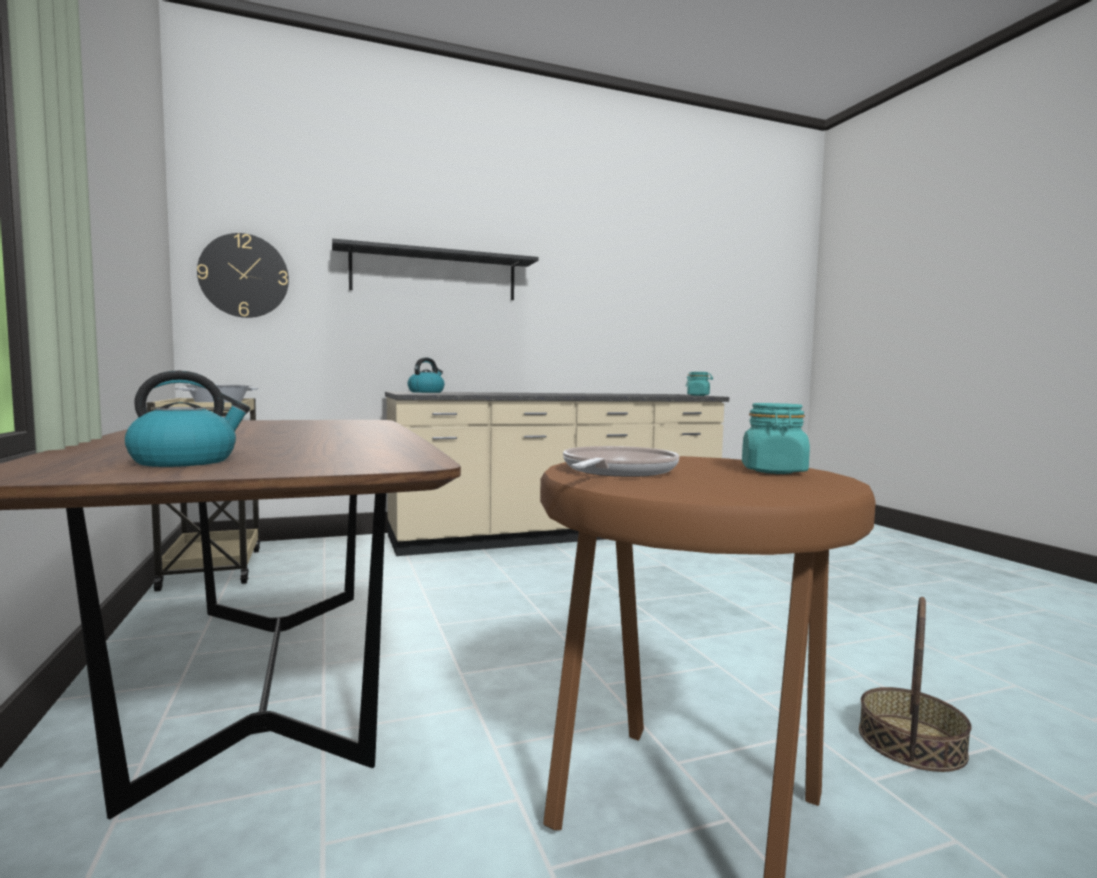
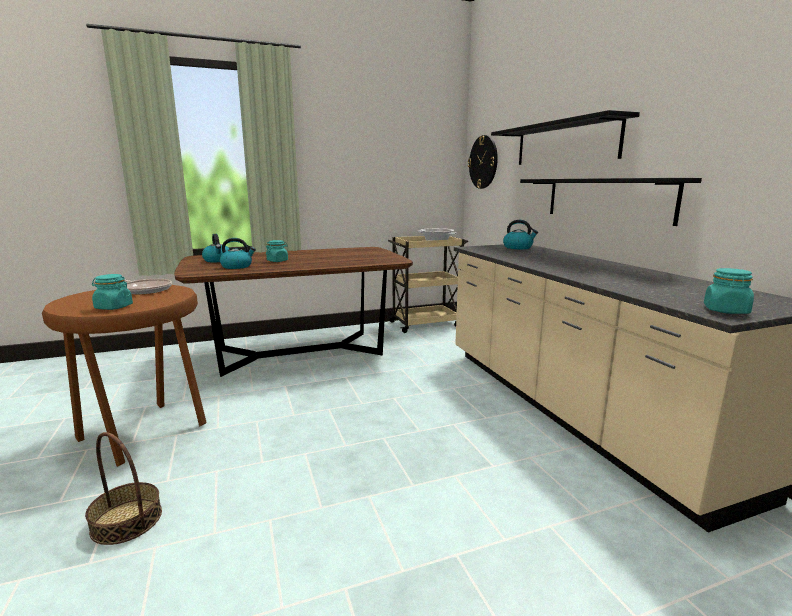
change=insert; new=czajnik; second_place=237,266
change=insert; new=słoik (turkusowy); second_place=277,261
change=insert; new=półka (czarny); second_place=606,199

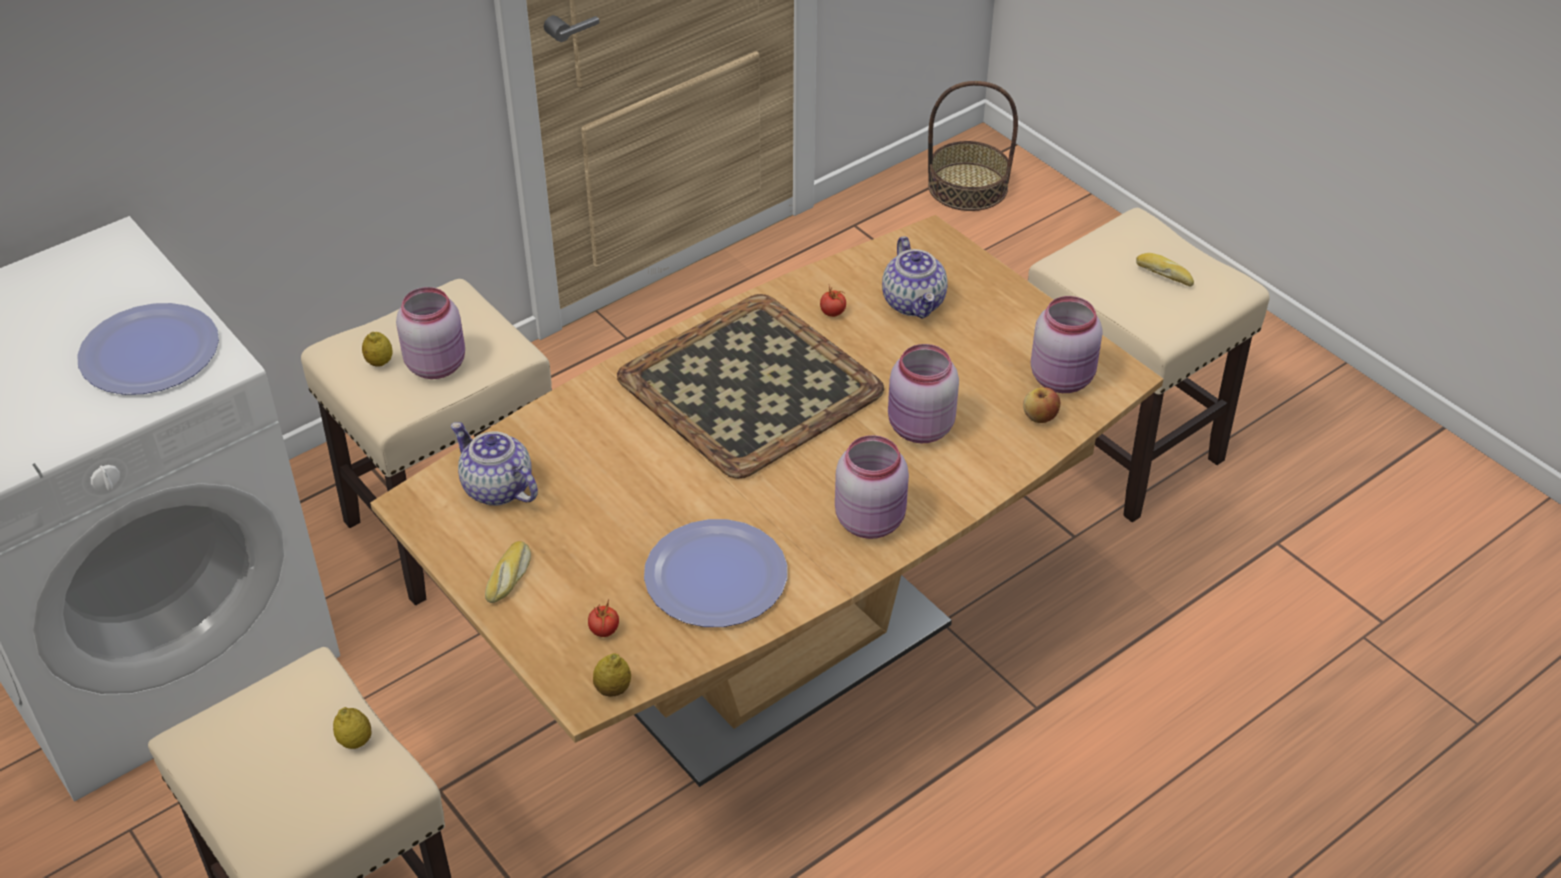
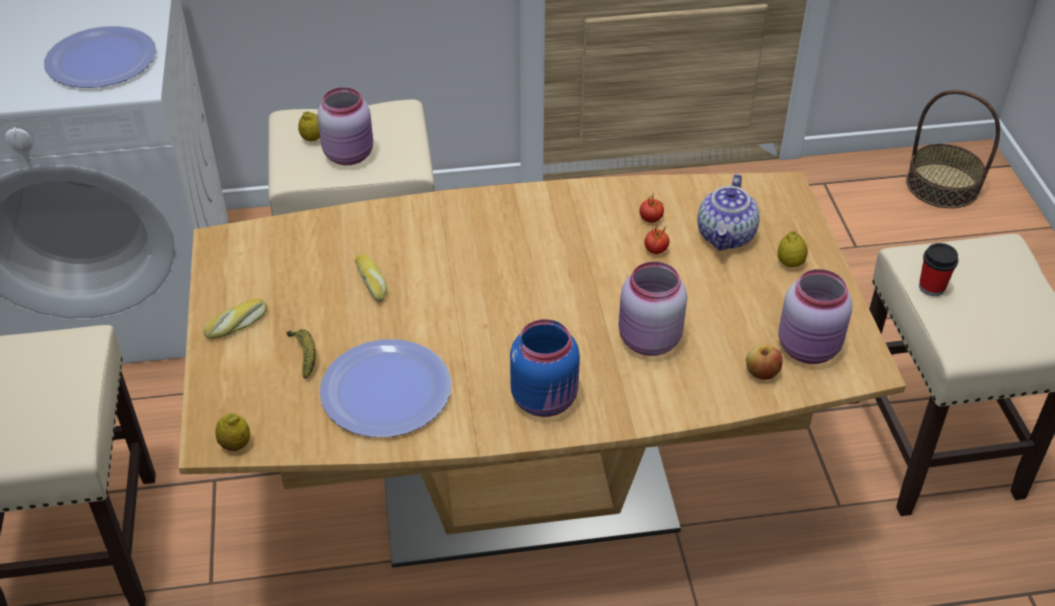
change=delete; old=imbryk; first_place=496,488
change=delete; old=taca; first_place=749,387
change=insert; new=banan; second_place=304,355
change=insert; new=filiżanka; second_place=931,287
change=move; old=cytryna; first_place=355,741; second_place=790,263
change=move; old=pomidor; first_place=604,631; second_place=656,250
change=move; old=chleb; first_place=1164,274; second_place=373,282
change=recolor; old=słoik (różowy); new=słoik (niebieski); first_place=872,520; second_place=546,399

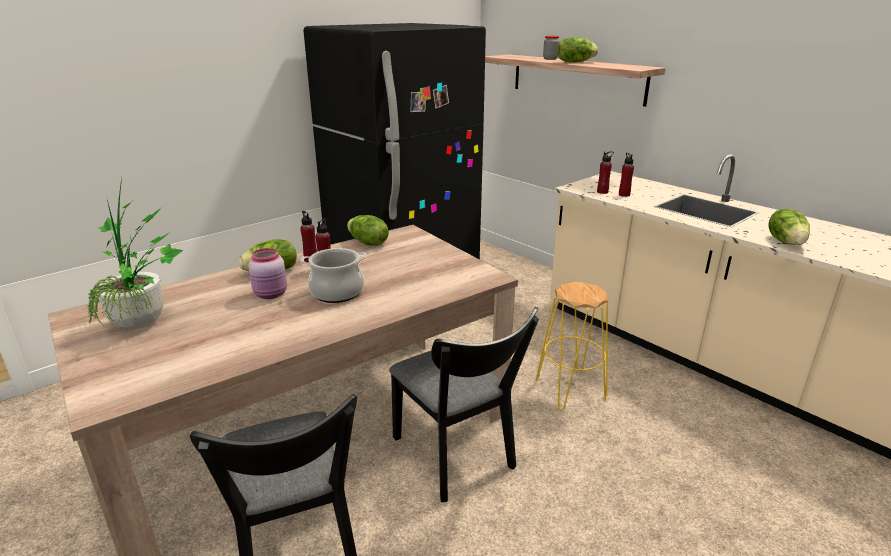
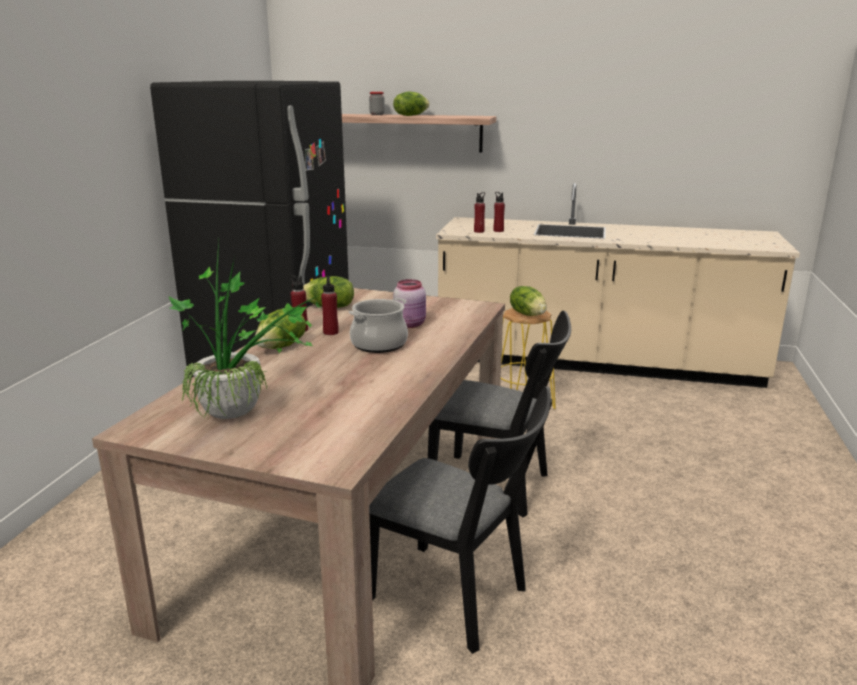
change=move; old=słoik (różowy); first_place=271,294; second_place=410,324
change=move; old=sałata; first_place=786,242; second_place=528,314

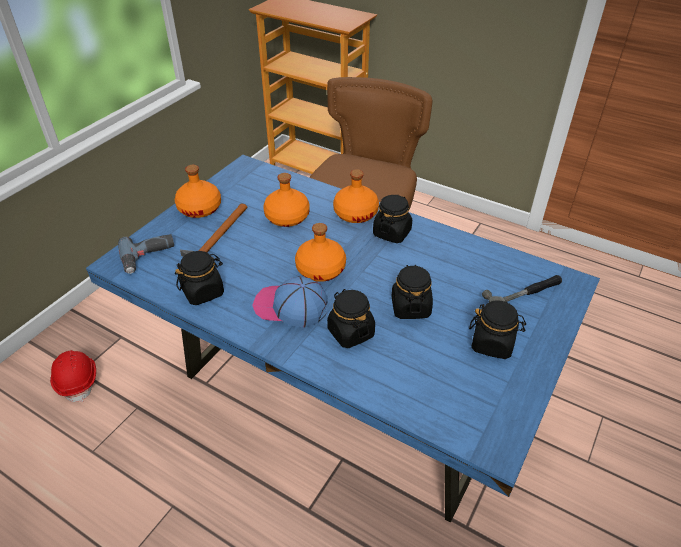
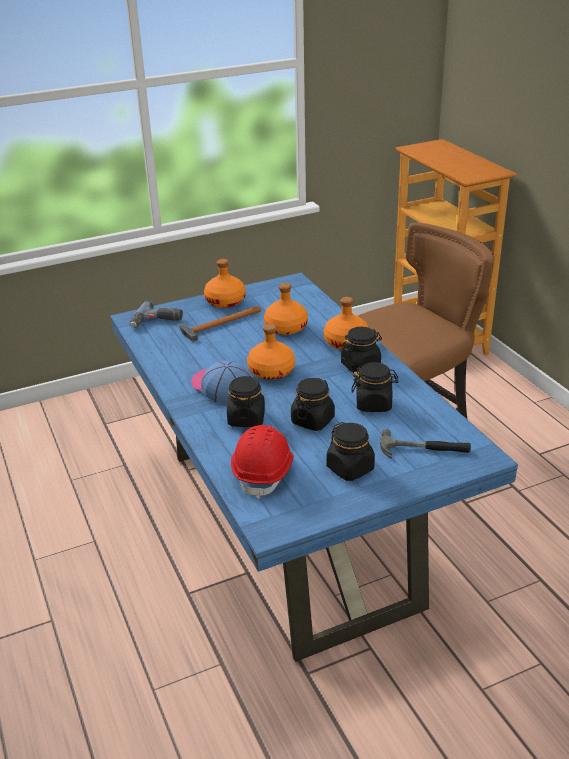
change=move; old=kask (czerwony); first_place=78,380; second_place=264,472
change=move; old=słoik (czarny); first_place=203,292; second_place=374,404

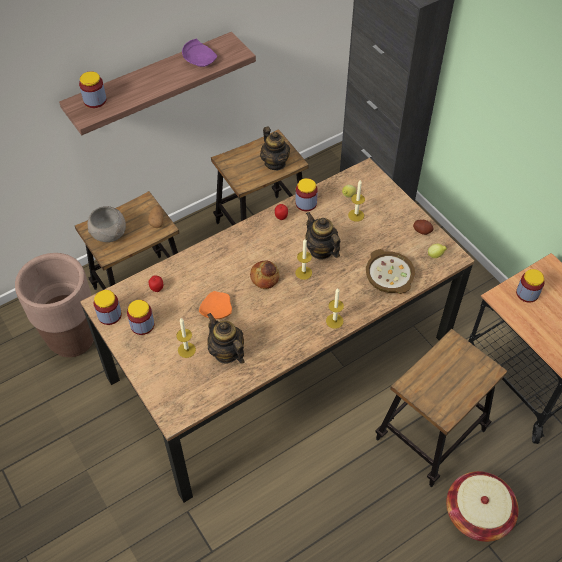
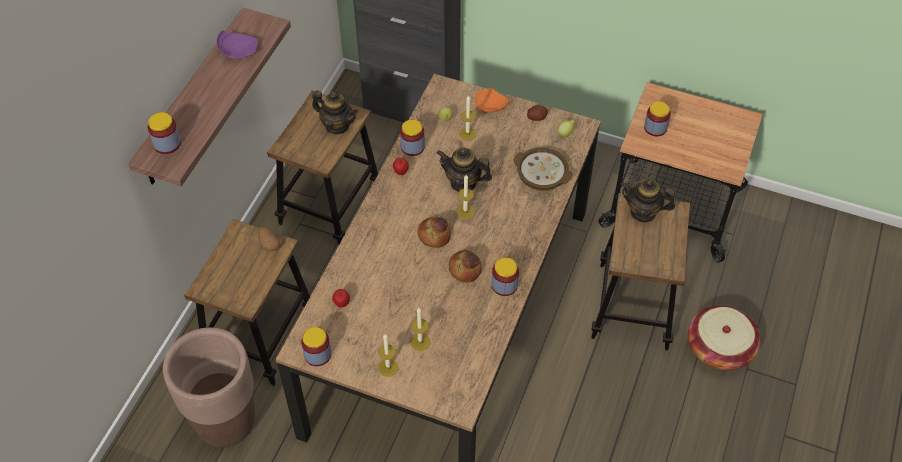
change=delete; old=miska (szary); first_place=108,234
change=insert; new=chleb; second_place=465,269
change=move; old=słoik; first_place=142,325; second_place=504,285
change=move; old=talerz (pomarańczowy); first_place=216,311; second_place=490,107
change=move; old=imbryk; first_place=226,352; second_place=643,212
change=move; old=świeca; first_place=334,321; second_place=388,367

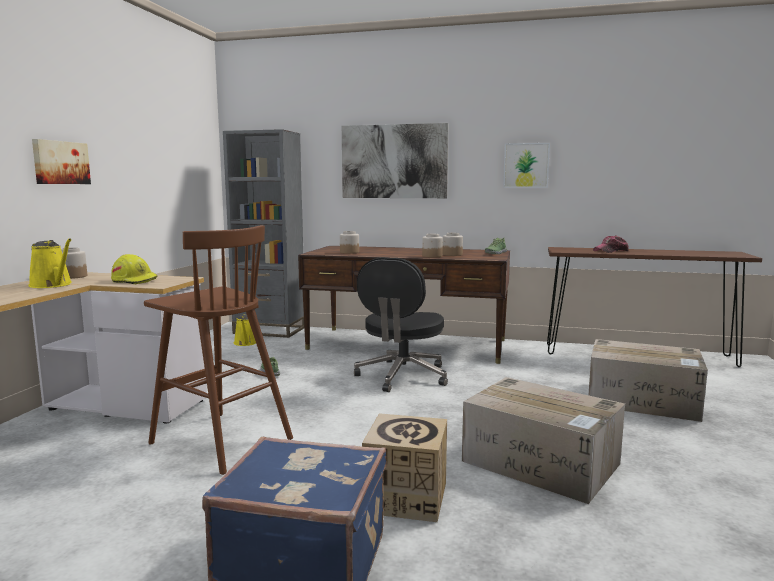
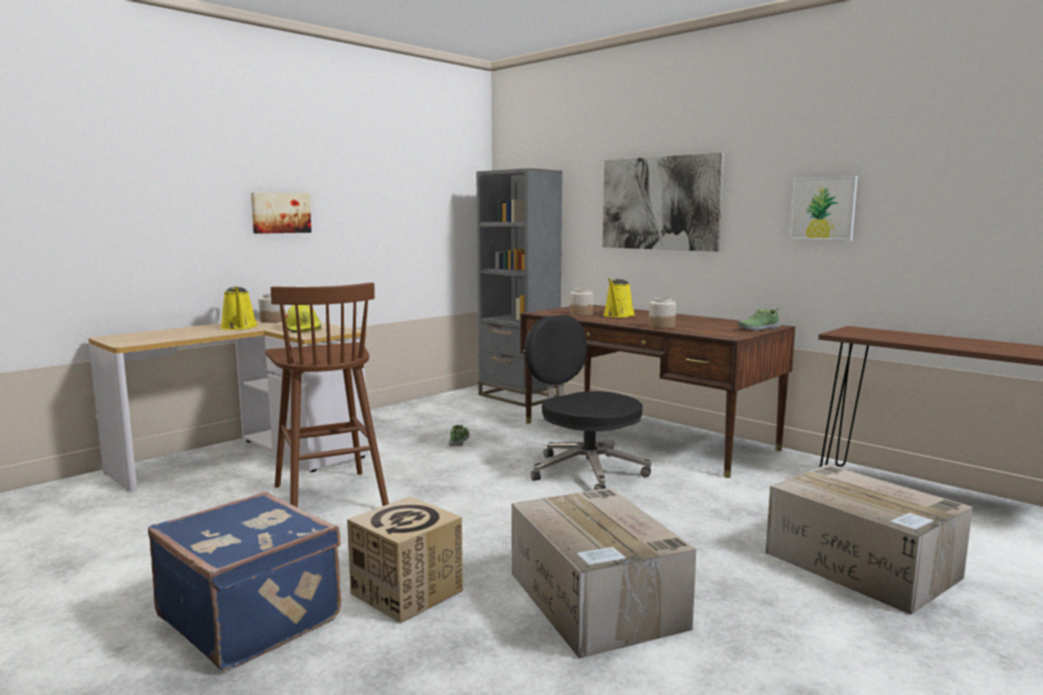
change=delete; old=słoik; first_place=452,254
change=delete; old=czapka z daszkiem; first_place=611,251
change=move; old=konewka (żółty); first_place=246,343; second_place=618,316
change=rotate; old=krzesło biurowe (czarny); first_place=402,376; second_place=585,470; degrees=90

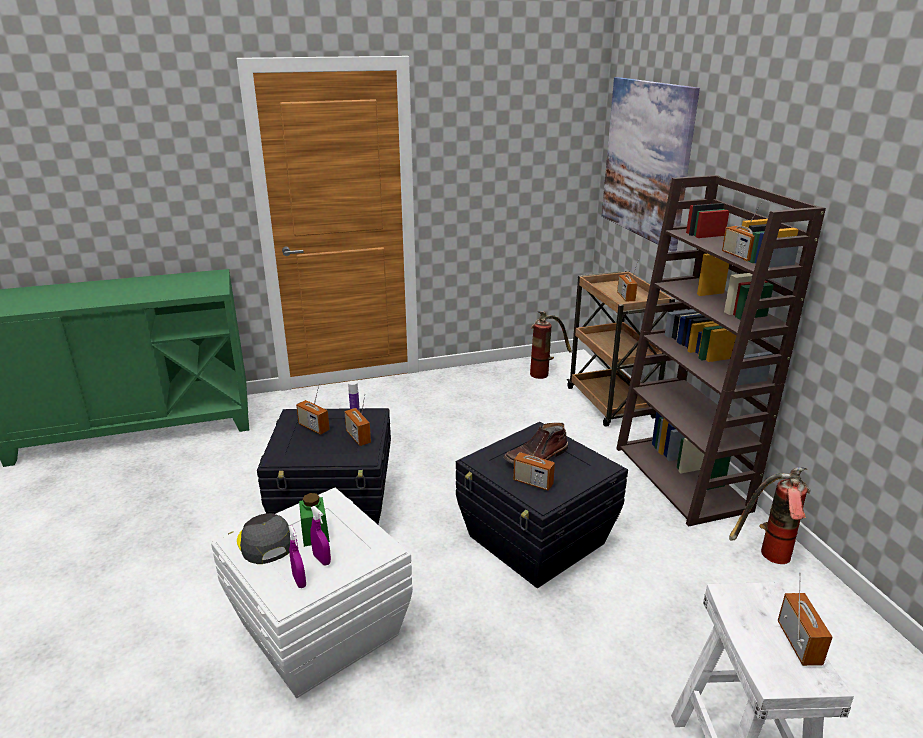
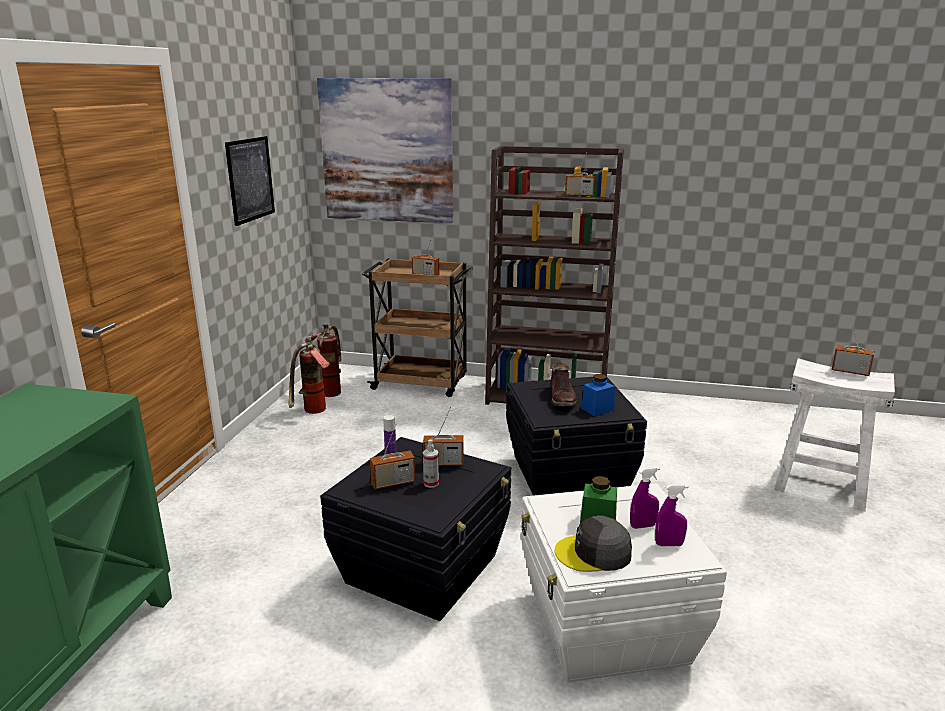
change=insert; new=obraz; second_place=250,179
change=insert; new=spryskiwacz; second_place=431,483
change=move; old=gaśnica; first_place=767,557; second_place=312,413
change=replace; old=radio; new=słoik (niebieski); first_place=533,482; second_place=597,409

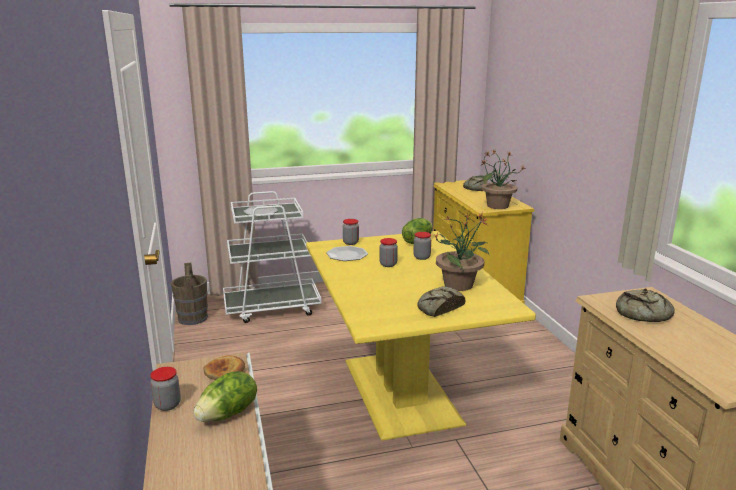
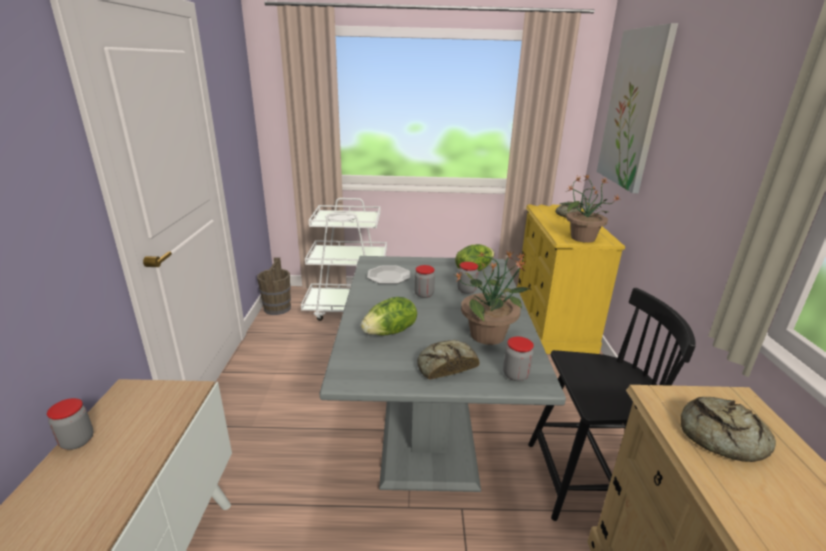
change=delete; old=chleb; first_place=225,371
change=insert; new=krzesło (czarny); second_place=592,479
change=insert; new=obraz; second_place=633,109
change=move; old=sałata; first_place=229,414; second_place=390,332
change=move; old=słoik; first_place=350,243; second_place=515,375
change=recolor; old=stół jadalny (żółty); new=stół jadalny (szary); first_place=402,390; second_place=430,427

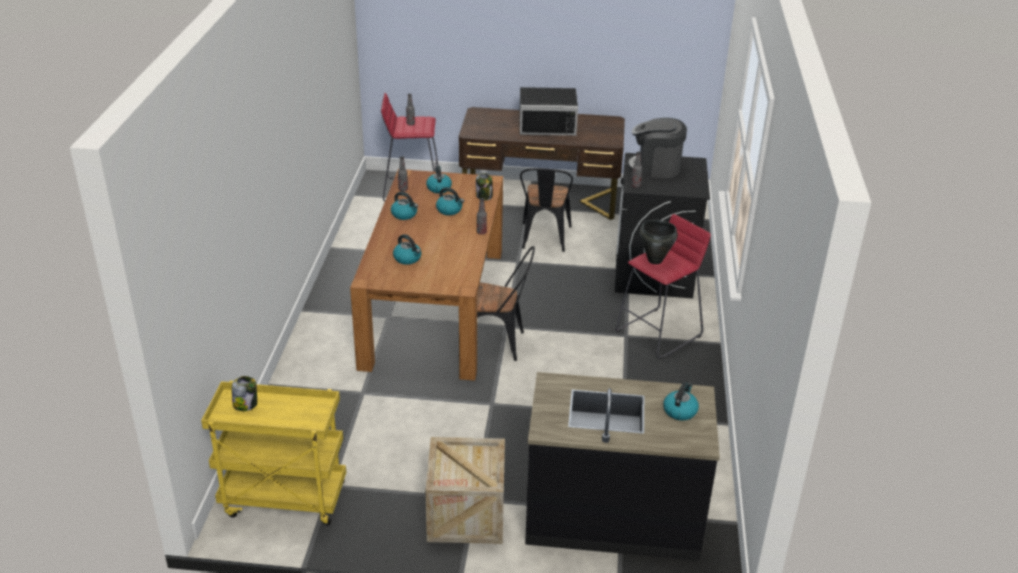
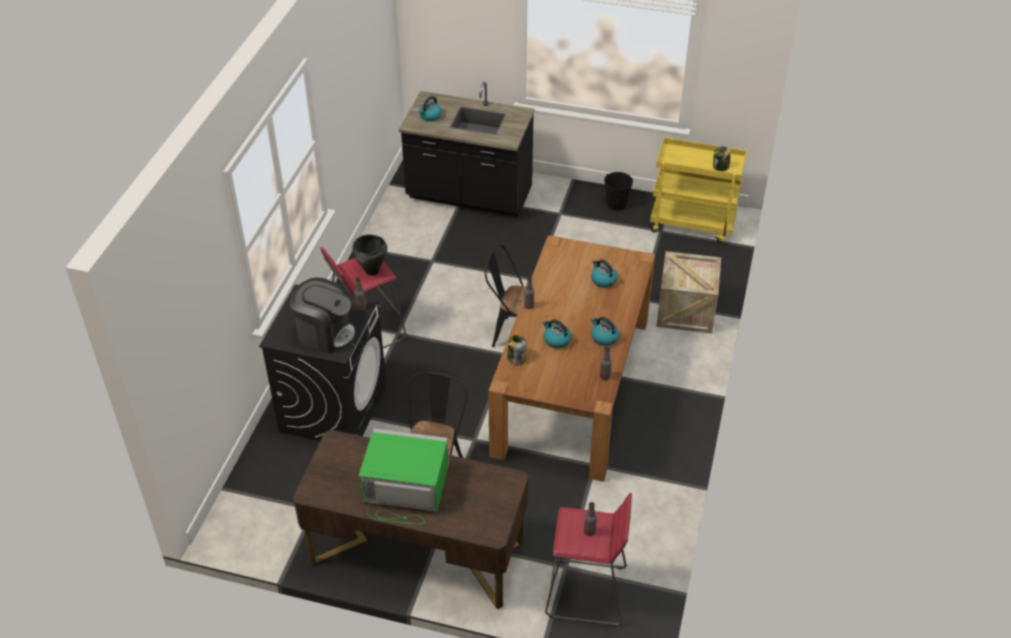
change=delete; old=czajnik; first_place=438,188
change=insert; new=wiadro (czarny); second_place=616,204
change=move; old=skrzynka; first_place=466,514; second_place=686,311
change=recolor; old=mikrofalówka (czarny); new=mikrofalówka (zielony); first_place=547,125; second_place=404,490

